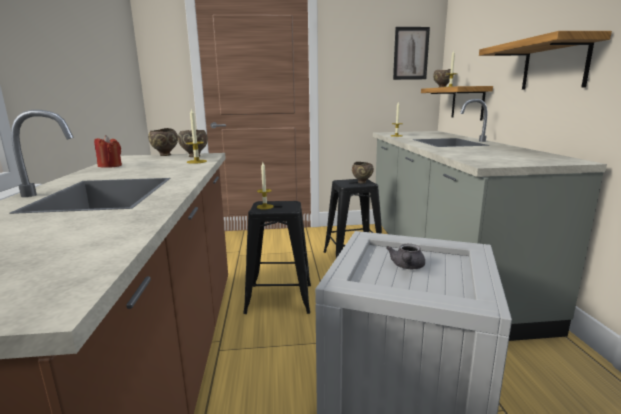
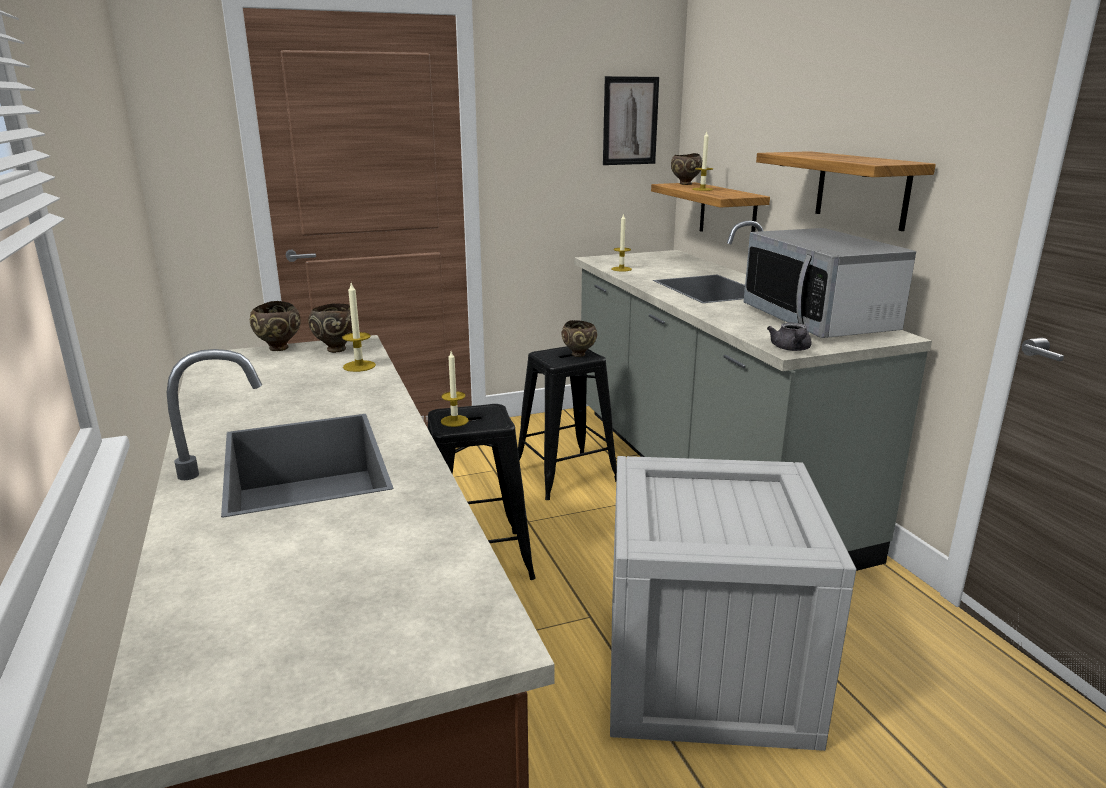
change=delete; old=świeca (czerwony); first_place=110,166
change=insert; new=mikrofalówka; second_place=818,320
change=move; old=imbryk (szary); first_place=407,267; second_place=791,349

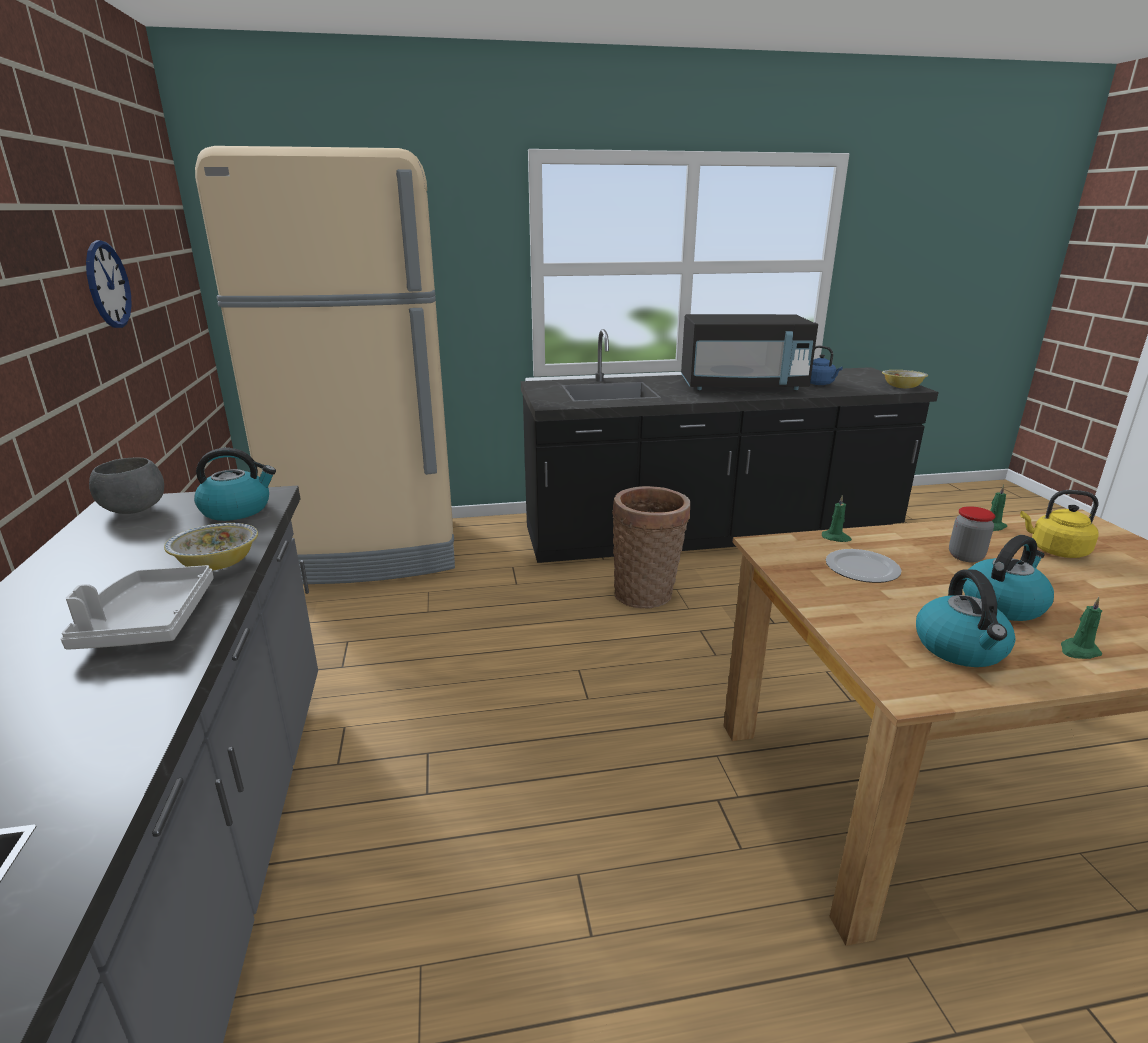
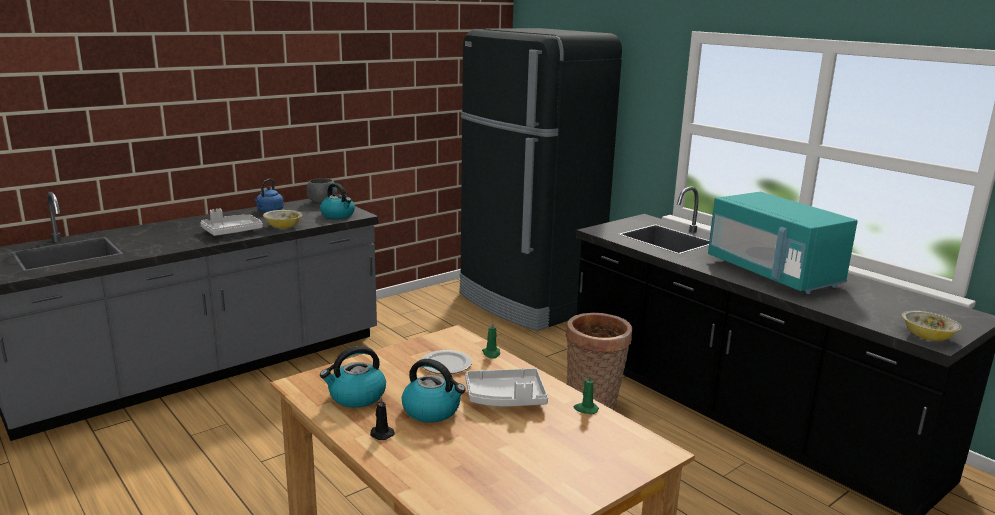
change=delete; old=zegar ścienny; first_place=108,285
change=delete; old=czajnik (żółty); first_place=1055,550
change=move; old=czajnik (niebieski); first_place=820,384; second_place=269,211
change=replace; old=słoik; new=taca (szary); first_place=965,556; second_place=506,398
change=recolor; old=lodówka (beżowy); new=lodówka (czarny); first_place=373,551; second_place=528,302
change=recolor; old=mikrofalówka (czarny); new=mikrofalówka (turkusowy); first_place=742,386; second_place=773,274
change=recolor; old=świeca (zielony); new=świeca (czarny); first_place=1078,651; second_place=381,434

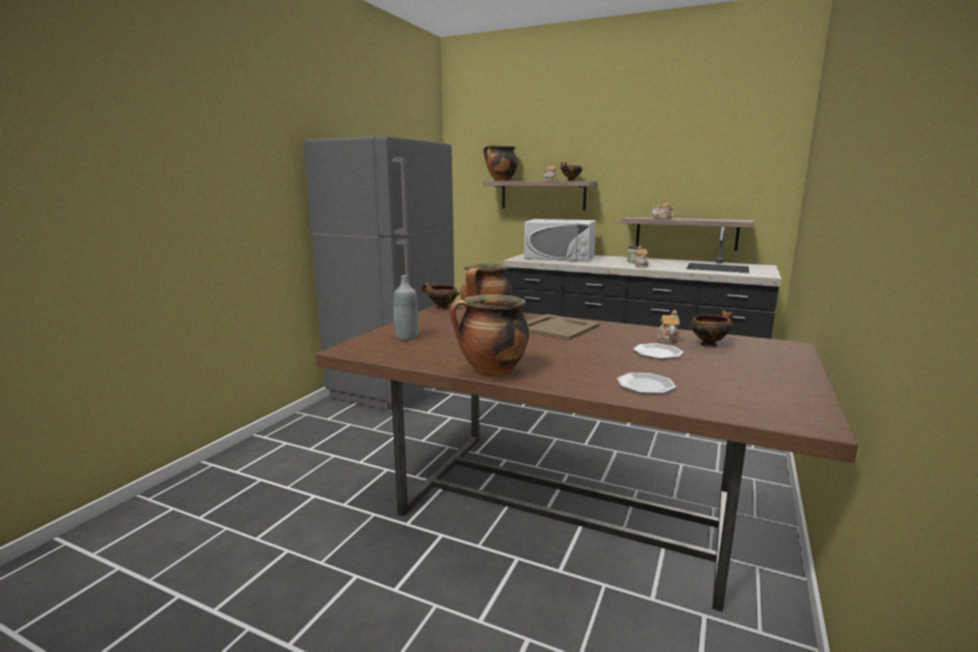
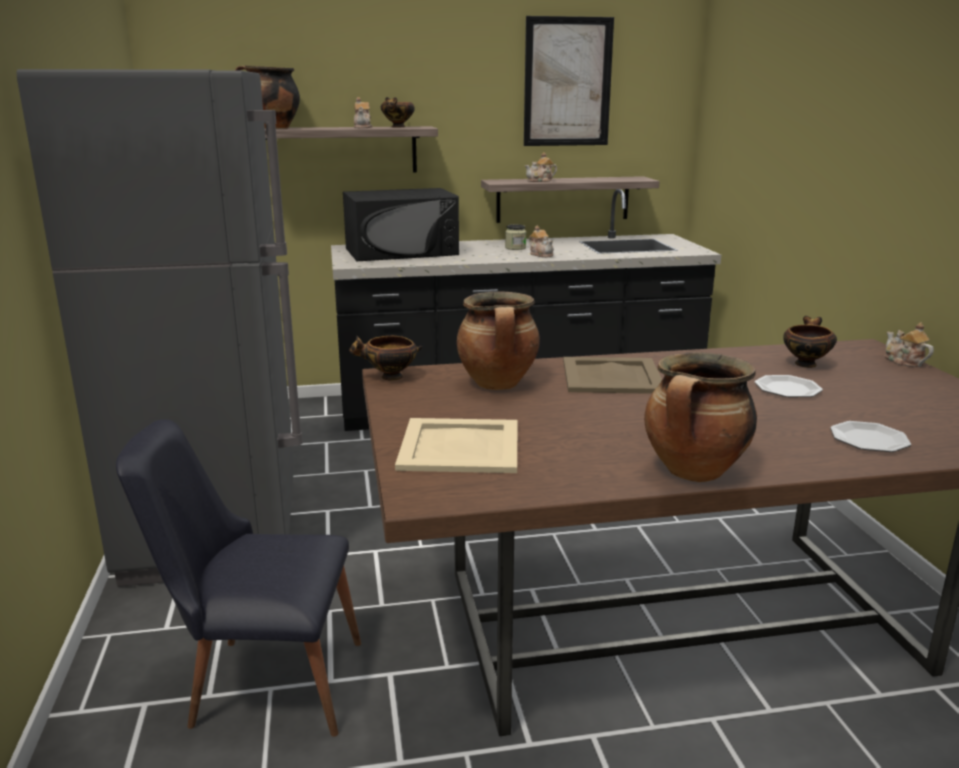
change=insert; new=krzesło (czarny); second_place=261,681
change=insert; new=obraz; second_place=567,82
change=move; old=imbryk; first_place=667,339; second_place=904,362
change=replace; old=butelka (szary); new=taca (beżowy); first_place=407,337; second_place=461,446
change=recolor; old=mikrofalówka (biały); new=mikrofalówka (czarny); first_place=560,257; second_place=401,251

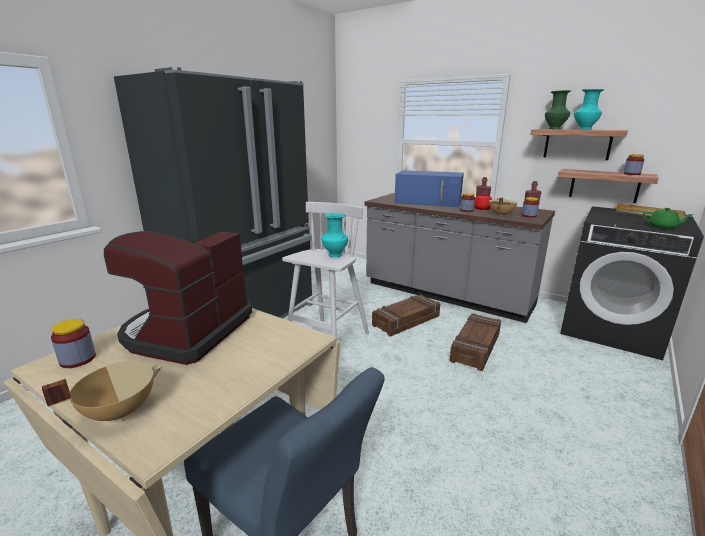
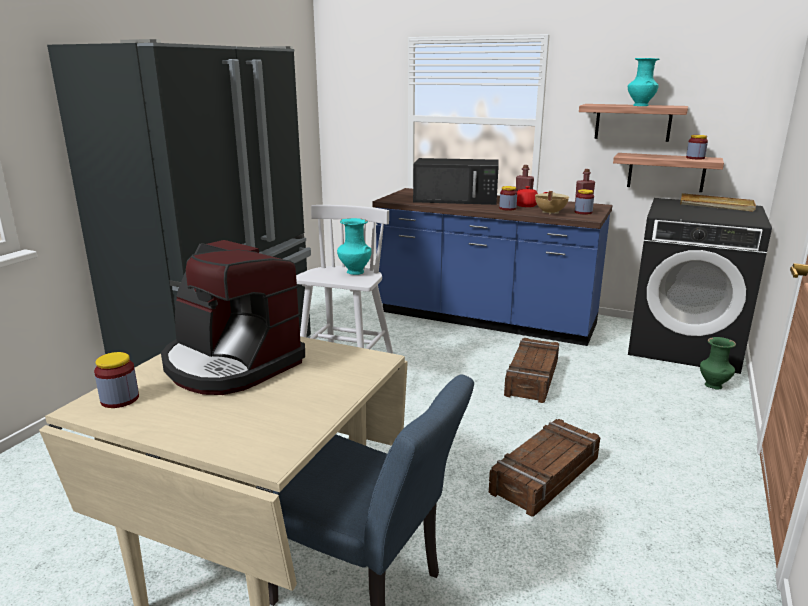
change=delete; old=garnek (beżowy); first_place=119,411
change=delete; old=imbryk (zielony); first_place=663,227
change=move; old=skrzynka; first_place=406,321; second_place=546,476
change=move; old=wazon (zielony); first_place=554,129; second_place=714,386
change=recolor; old=zabudowa kuchenna (szary); new=zabudowa kuchenna (niebieski); first_place=446,295; second_place=485,320
change=recolor; old=mikrofalówka (niebieski); new=mikrofalówka (czarny); first_place=429,202; second_place=457,199
change=rotate; old=ekspres do kawy; first_place=187,332; second_place=230,364; degrees=-60

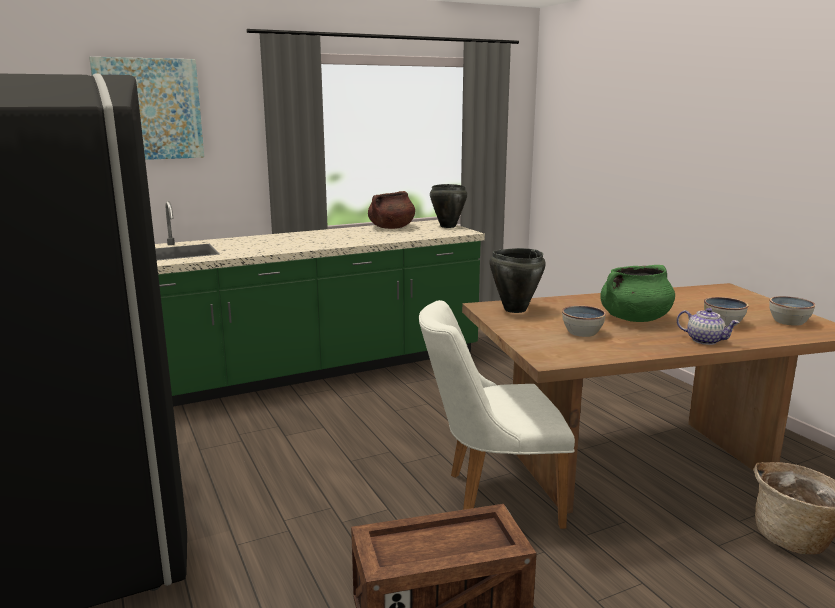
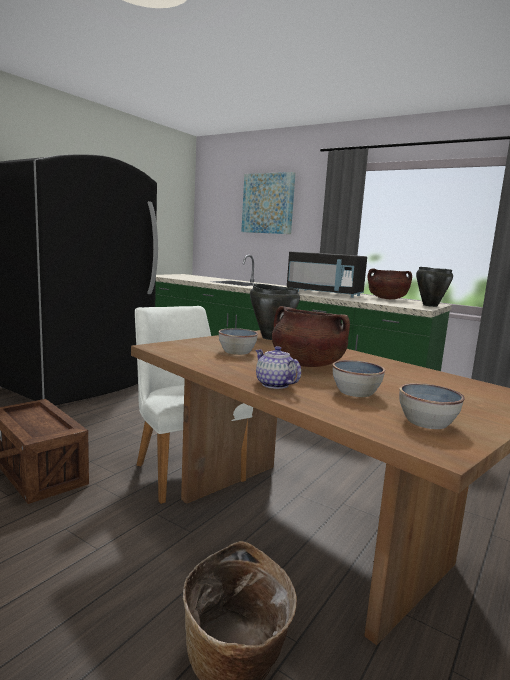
change=insert; new=mikrofalówka (czarny); second_place=325,293
change=recolor; old=garnek (zielony); new=garnek (brązowy); first_place=634,319; second_place=306,364
change=rotate; old=imbryk; first_place=705,340; second_place=274,384; degrees=135

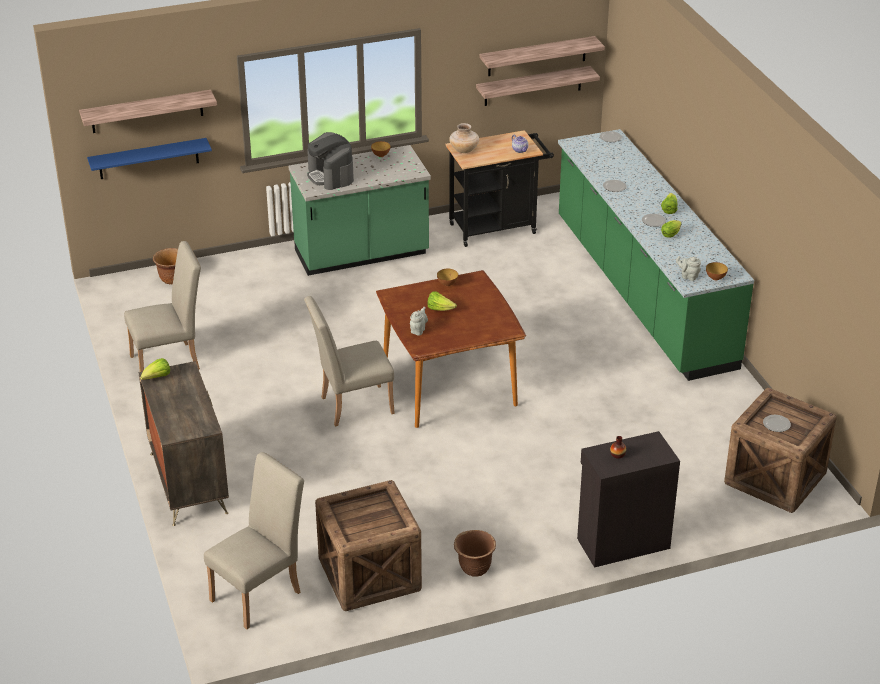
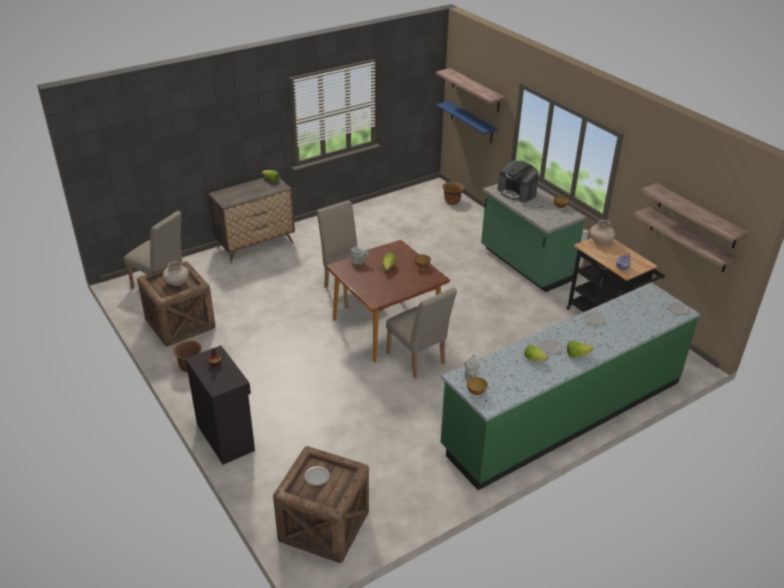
change=insert; new=wazon (beżowy); second_place=177,283
change=move; old=krzesło (beżowy); first_place=171,361; second_place=418,361
change=rotate; old=ekspres do kawy; first_place=331,176; second_place=517,192; degrees=-90

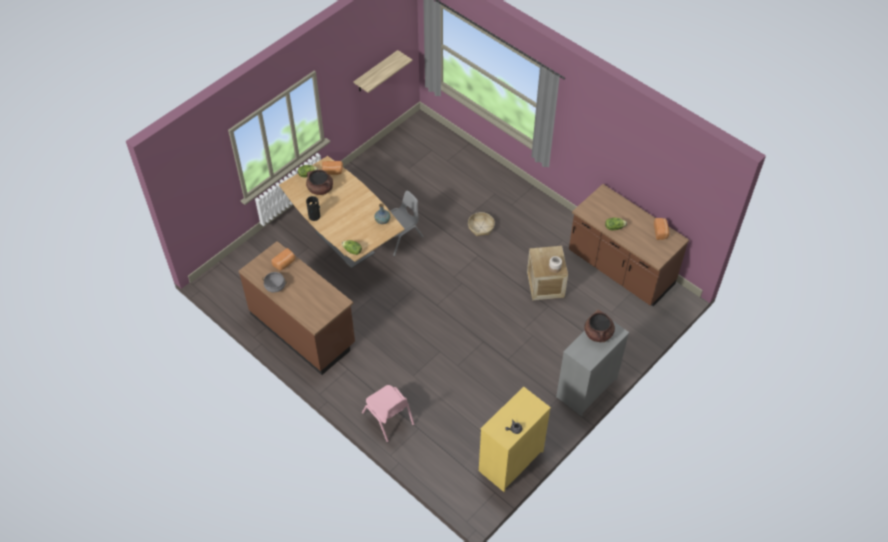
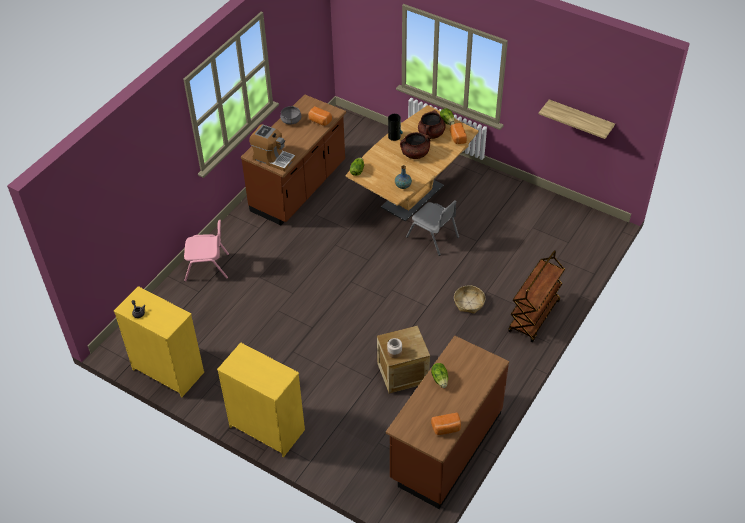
change=insert; new=ekspres do kawy; second_place=273,158
change=insert; new=wózek (brązowy); second_place=534,317
change=move; old=garnek (brązowy); first_place=598,333; second_place=415,154
change=recolor; old=komoda (szary); new=komoda (żółty); first_place=586,387; second_place=267,428
change=rotate; old=krzesło (różowy); first_place=388,418; second_place=207,267; degrees=-135

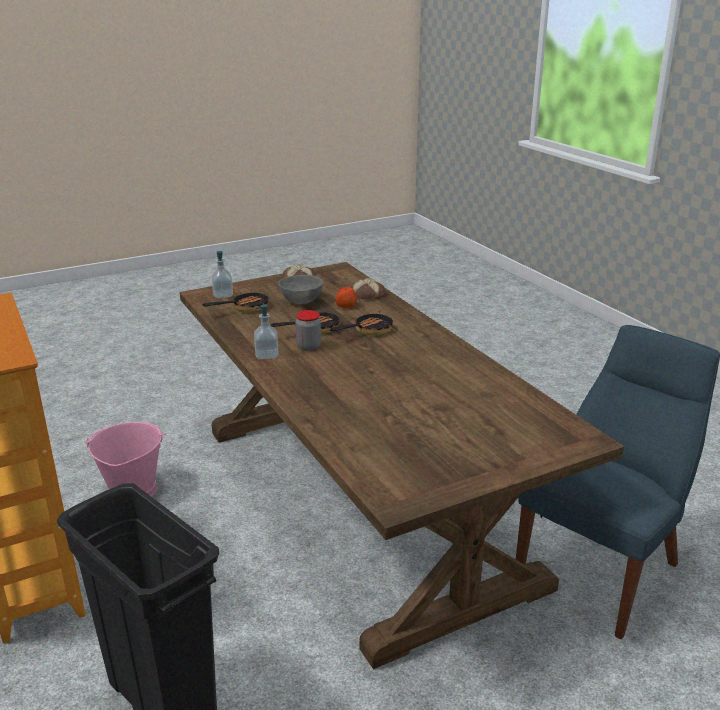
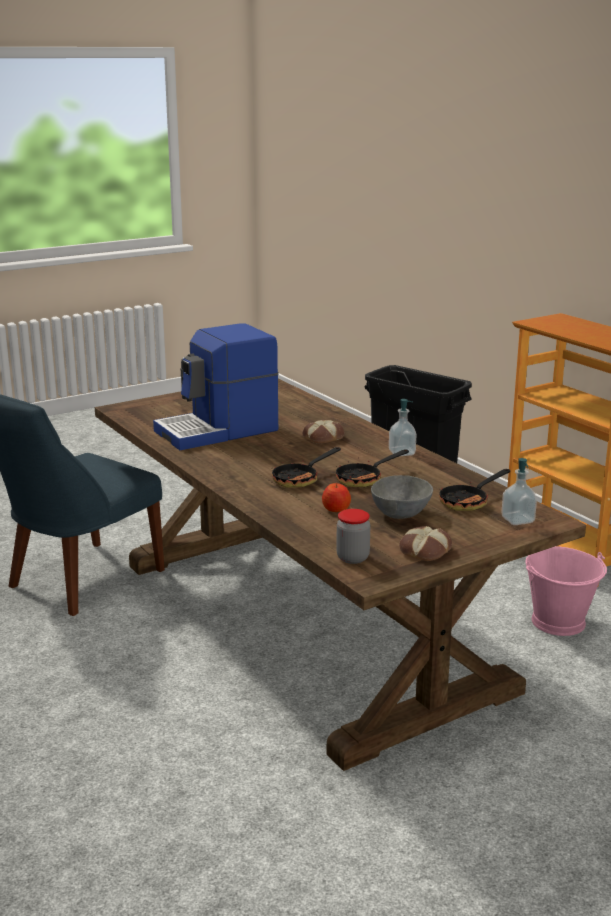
change=insert; new=ekspres do kawy; second_place=218,431
change=move; old=słoik; first_place=309,347; second_place=352,558
change=move; old=chleb; first_place=367,294; second_place=323,437

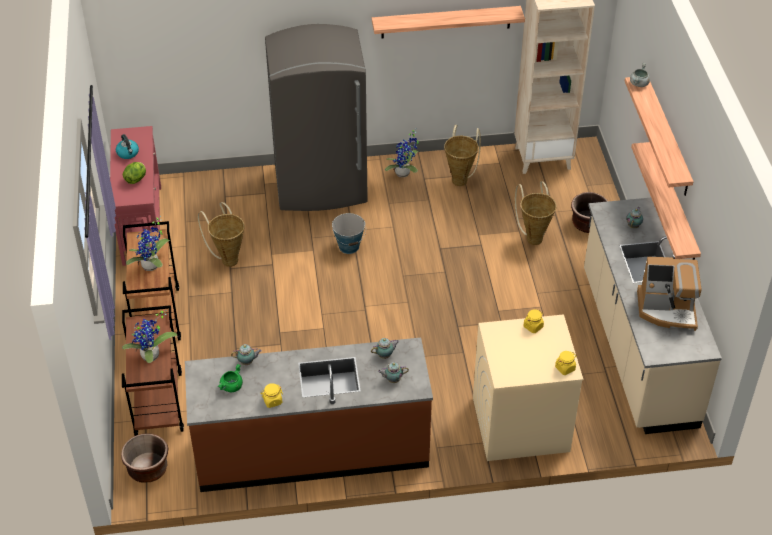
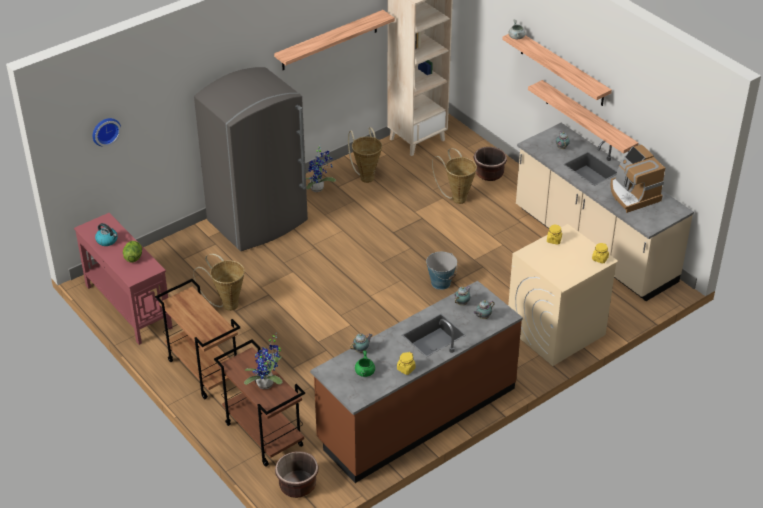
change=delete; old=roślina doniczkowa; first_place=152,267
change=insert; new=zegar ścienny; second_place=105,131
change=move; old=wiadro; first_place=349,246; second_place=441,283
change=rotate; old=ekspres do kawy; first_place=667,310; second_place=632,194; degrees=90

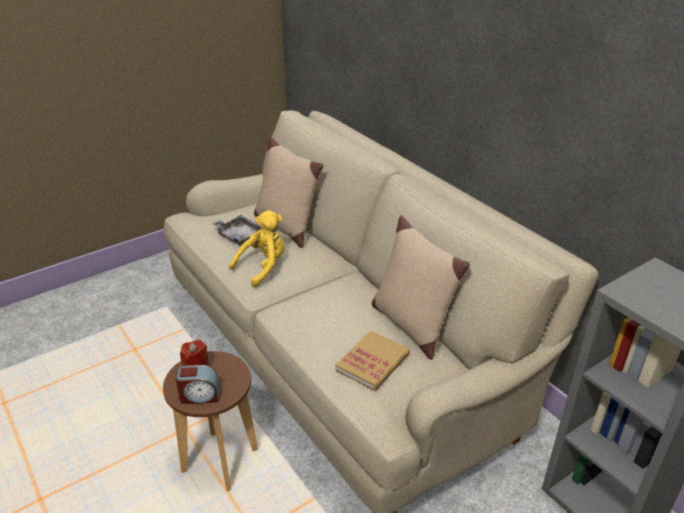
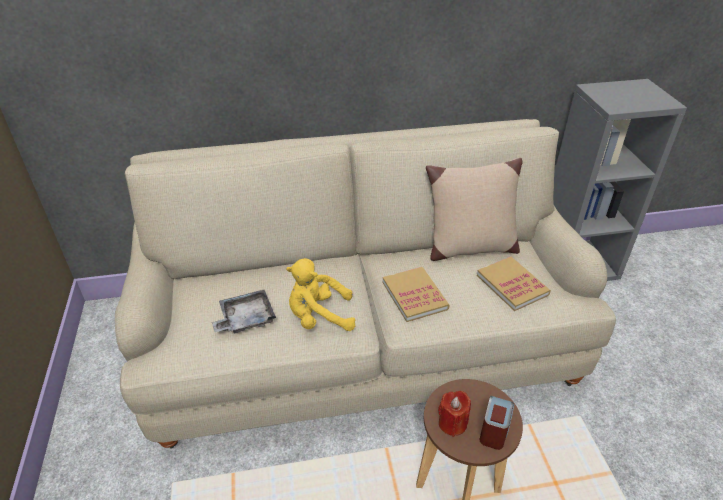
change=delete; old=poduszka (beżowy); first_place=286,226
change=insert; new=książka; second_place=414,296
change=rotate; old=pluszak (żółty); first_place=263,267; second_place=319,317; degrees=-75

